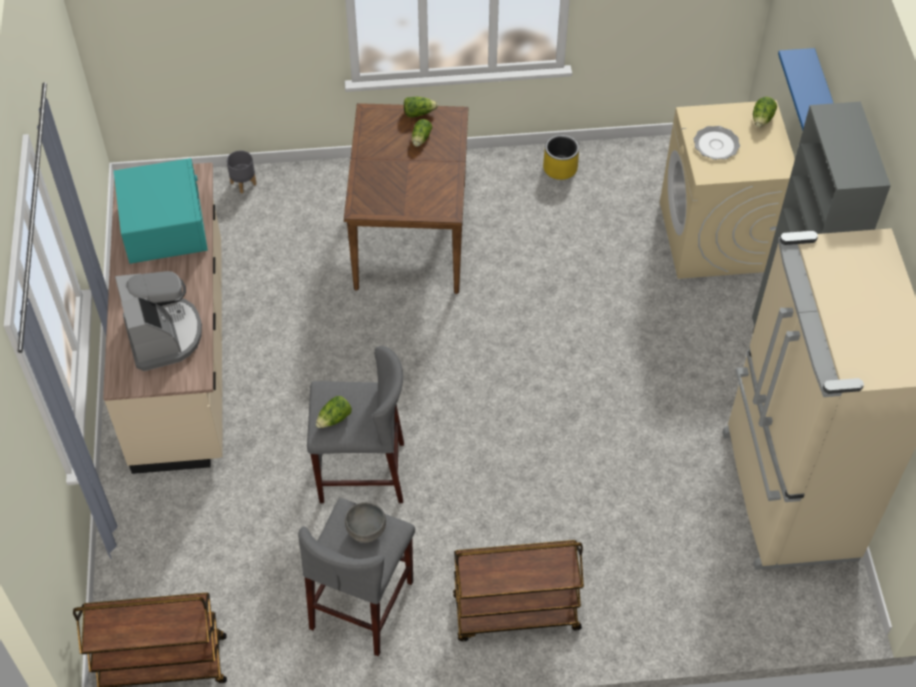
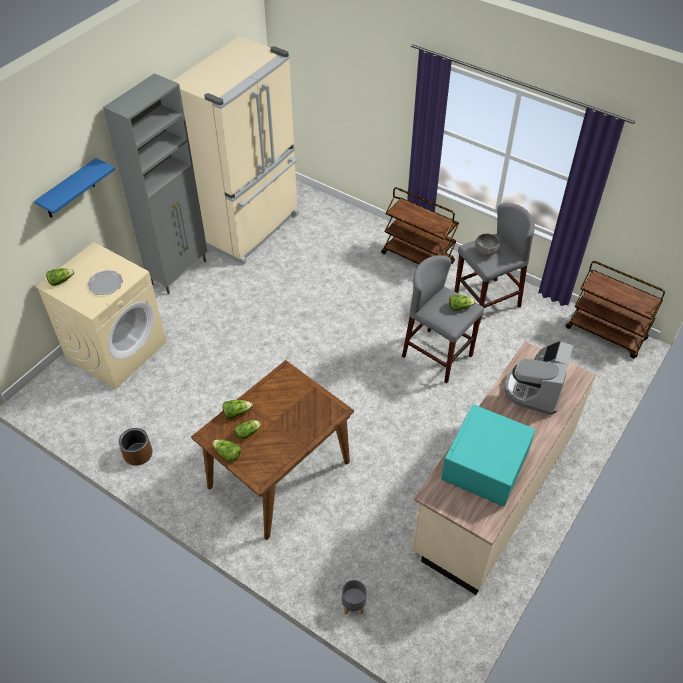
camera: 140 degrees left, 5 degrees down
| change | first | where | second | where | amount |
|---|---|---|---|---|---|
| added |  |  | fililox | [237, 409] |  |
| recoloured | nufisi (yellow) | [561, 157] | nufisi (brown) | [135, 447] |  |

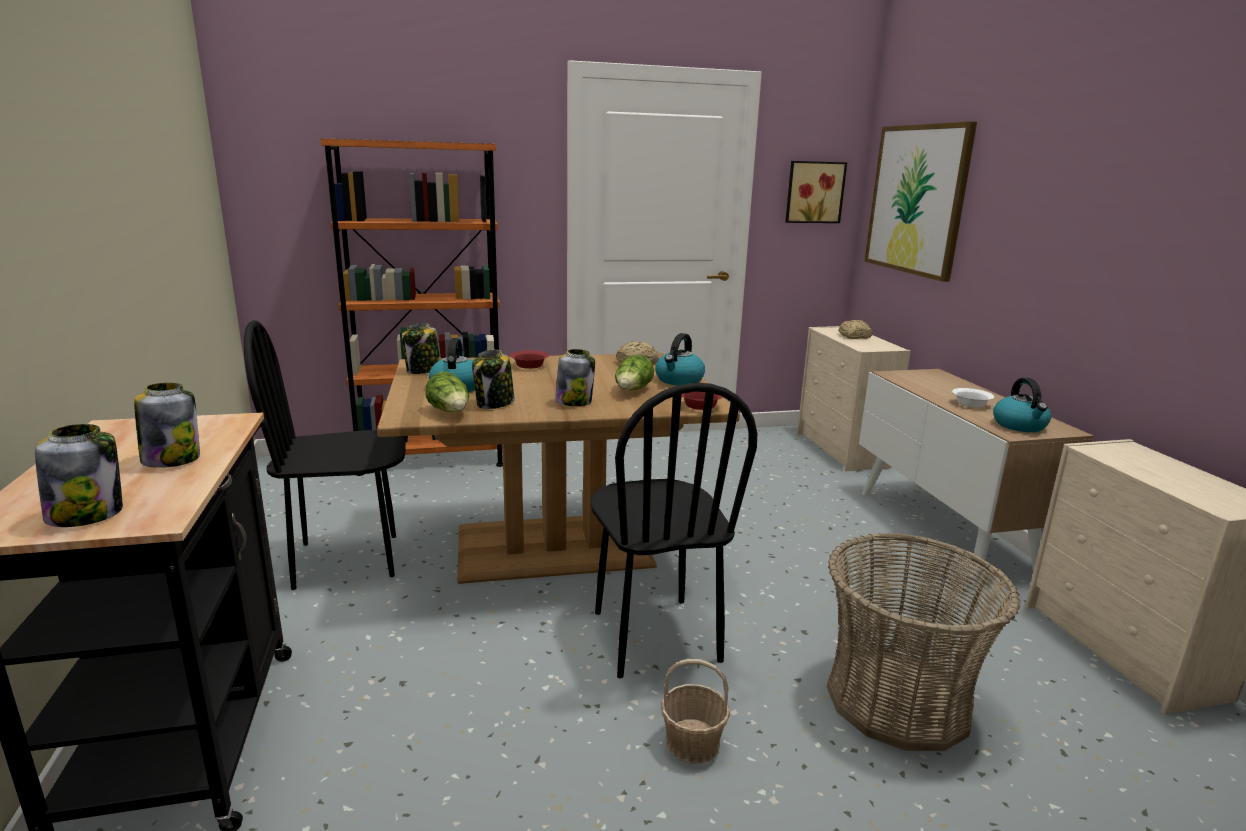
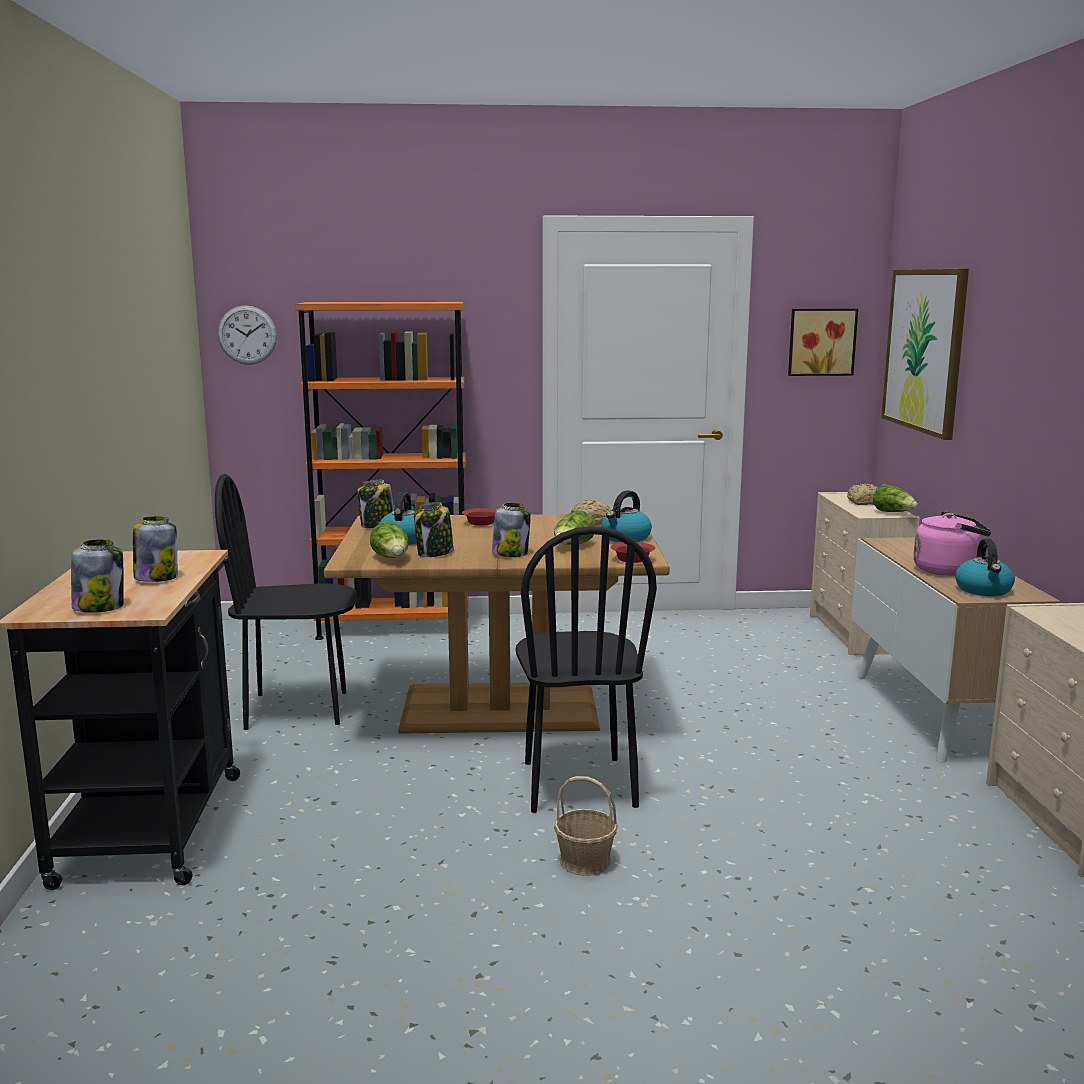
camera: 10 degrees right, 5 degrees down
| change | first | where | second | where | amount |
|---|---|---|---|---|---|
| removed | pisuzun | [923, 642] |  |  |  |
| added |  |  | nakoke | [247, 335] |  |
| added |  |  | fililox | [895, 498] |  |
| replaced | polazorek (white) | [973, 397] | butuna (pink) | [952, 543] |  |

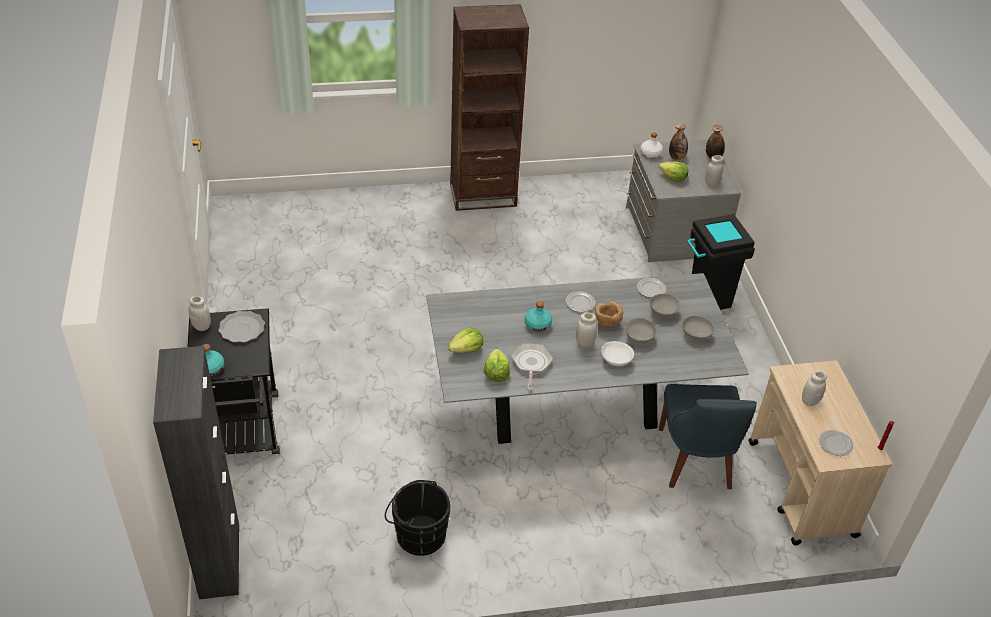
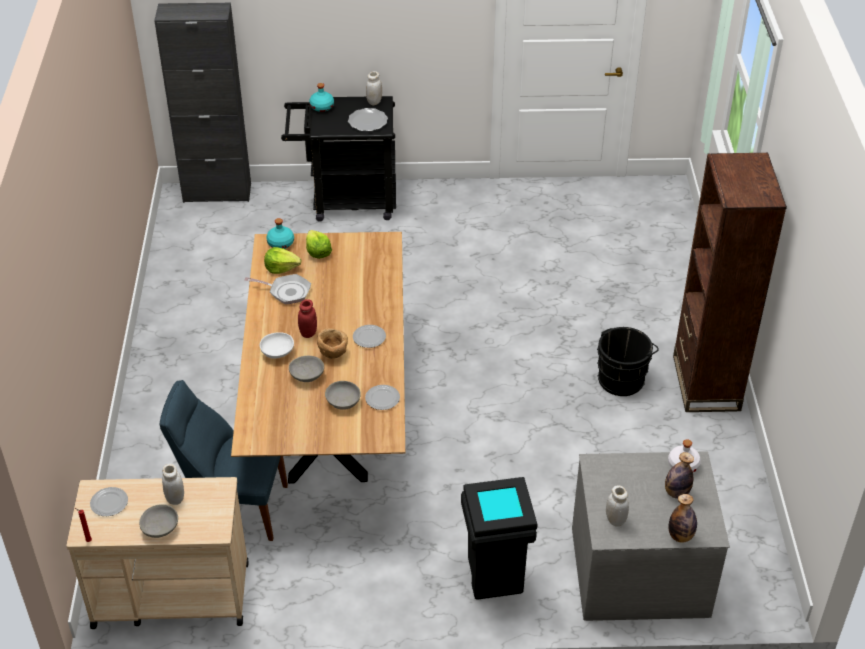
camera: 100 degrees right, 0 degrees up
| change | first | where | second | where | amount |
|---|---|---|---|---|---|
| removed | fililox | [673, 172] |  |  |  |
| moved | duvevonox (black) | [418, 518] |  | [628, 361] |  |
| moved | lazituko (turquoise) | [538, 316] |  | [280, 233] |  |
| moved | polazorek (grey) | [698, 328] |  | [158, 521] |  |
| recoloured | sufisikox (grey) | [587, 358] | sufisikox (brown) | [318, 358] |  |
| recoloured | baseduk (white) | [586, 329] | baseduk (red) | [307, 318] |  |

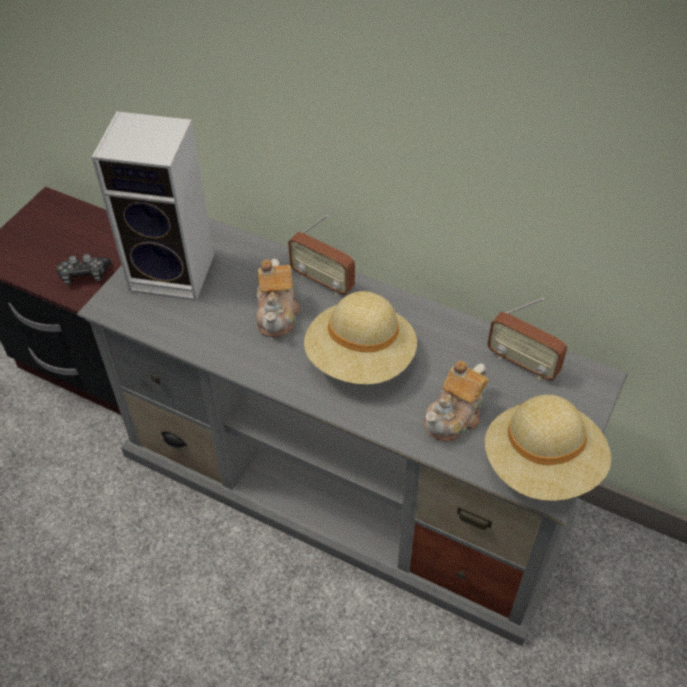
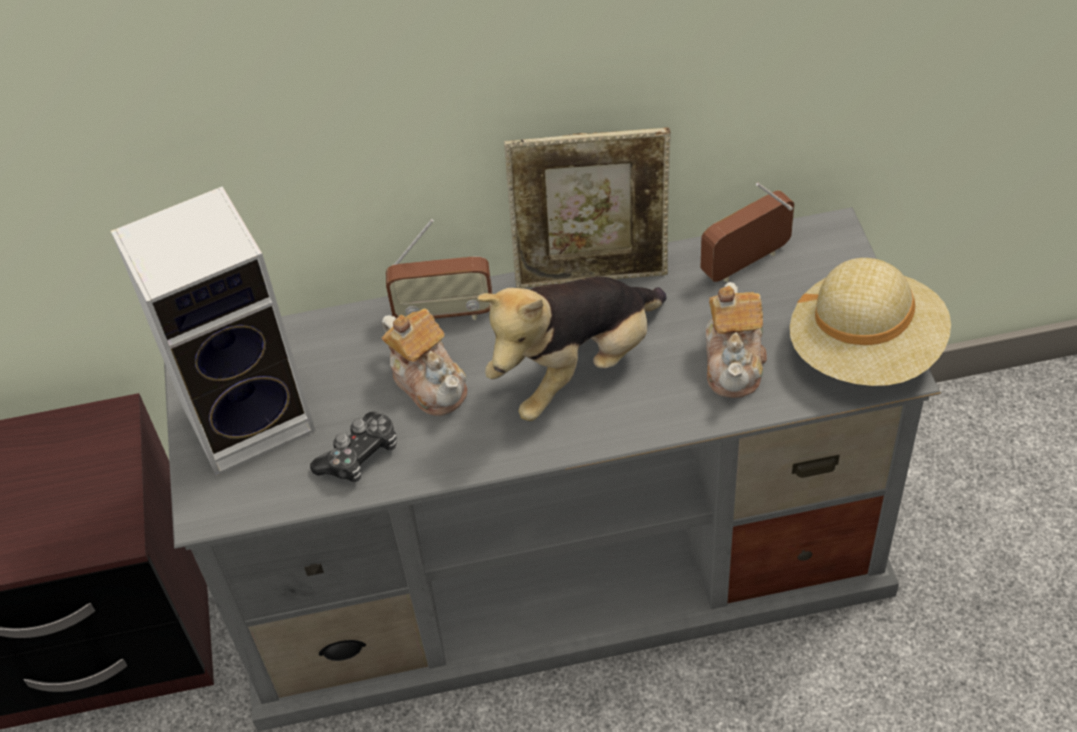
camera: 35 degrees left, 0 degrees up
| change | first | where | second | where | amount |
|---|---|---|---|---|---|
| added |  |  | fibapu | [587, 207] |  |
| moved | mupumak | [83, 269] |  | [353, 447] |  |
| replaced | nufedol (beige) | [360, 338] | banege | [571, 348] |  |
| turned | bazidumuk | [527, 339] |  | [747, 232] | 150 degrees clockwise |

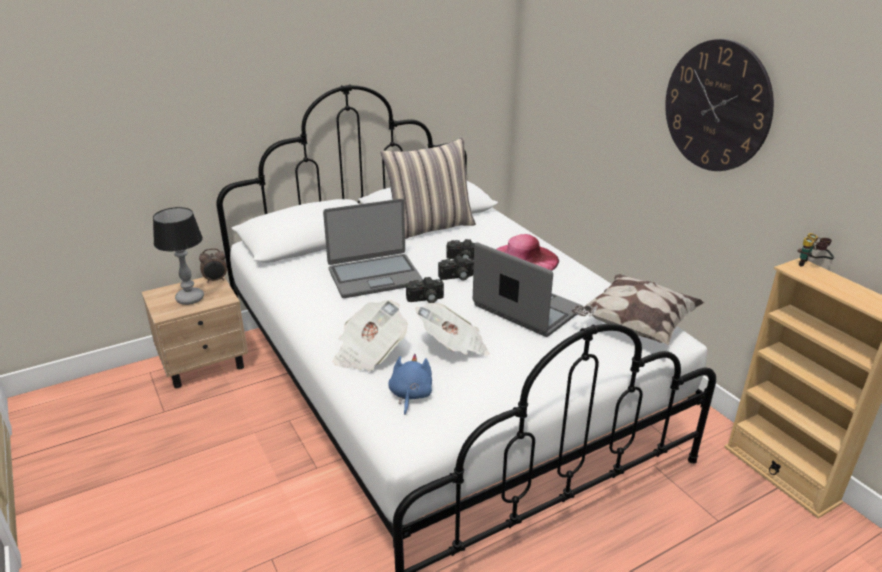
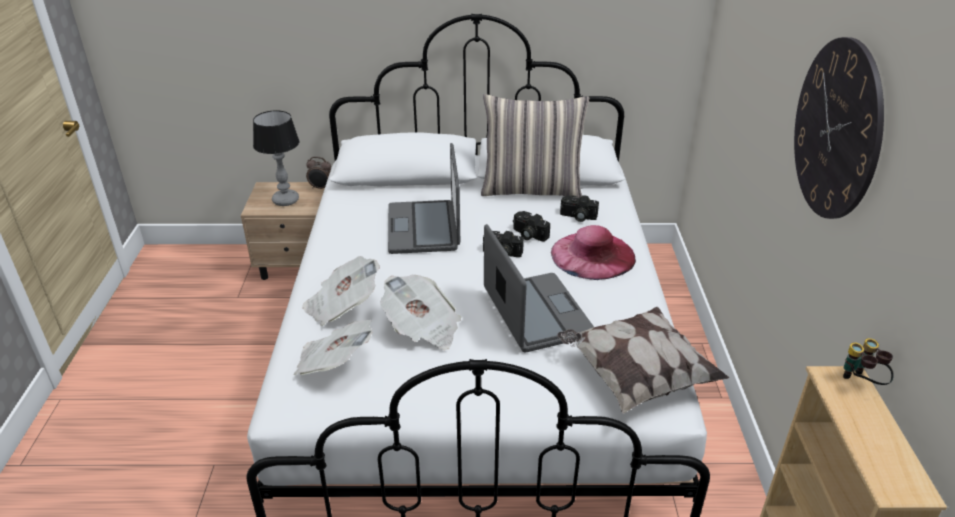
camera: 30 degrees right, 5 degrees up
| change | first | where | second | where | amount |
|---|---|---|---|---|---|
| moved | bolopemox | [425, 290] |  | [579, 208] |  |
| replaced | banege (blue) | [410, 384] | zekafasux | [333, 347] |  |
| turned | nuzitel | [373, 248] |  | [424, 198] | 75 degrees clockwise |

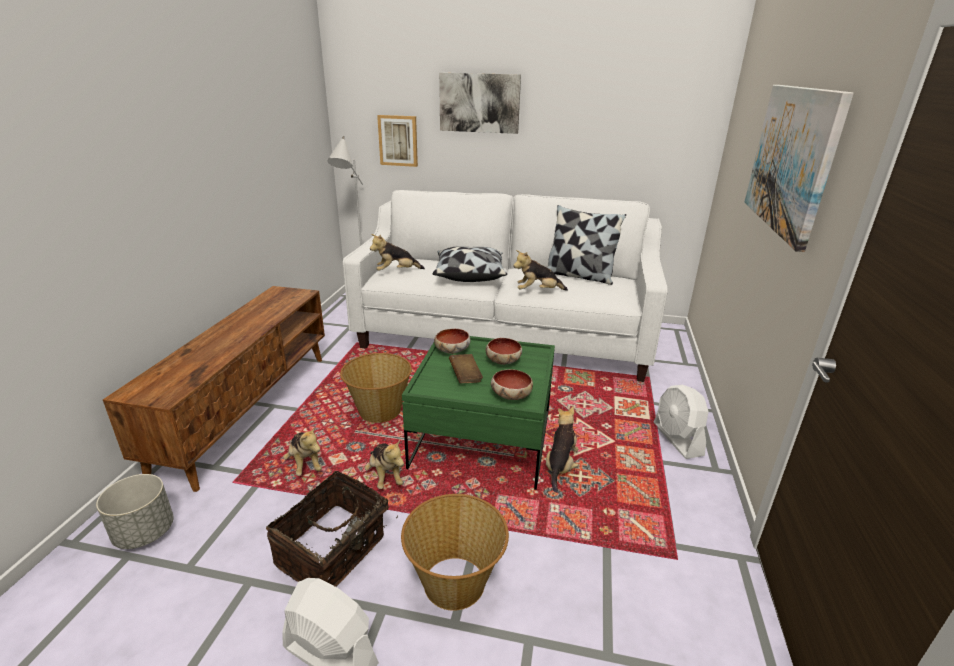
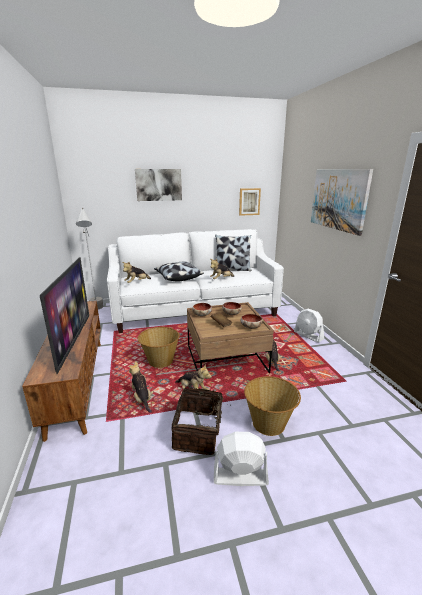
camera: 25 degrees left, 5 degrees down
| change | first | where | second | where | amount |
|---|---|---|---|---|---|
| removed | nufisi (grey) | [135, 511] |  |  |  |
| added |  |  | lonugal | [64, 315] |  |
| moved | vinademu | [397, 141] |  | [250, 202] |  |
| recoloured | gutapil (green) | [478, 413] | gutapil (brown) | [230, 337] |  |
| turned | banege | [302, 451] |  | [141, 387] | 150 degrees counterclockwise |

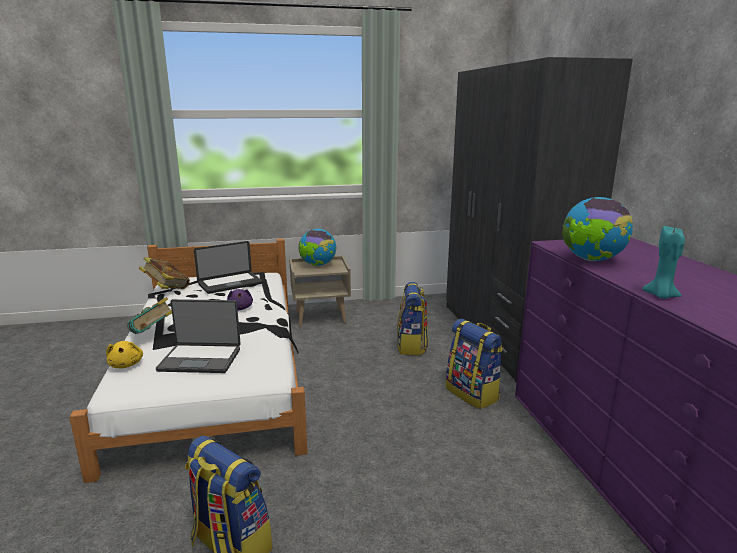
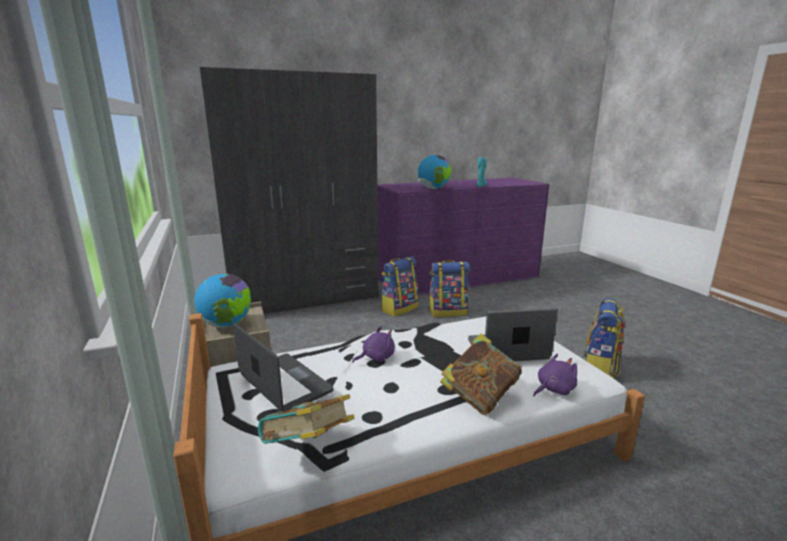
camera: 100 degrees left, 0 degrees up
| change | first | where | second | where | amount |
|---|---|---|---|---|---|
| moved | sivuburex | [412, 318] |  | [449, 288] |  |
| recoloured | banege (yellow) | [124, 355] | banege (purple) | [555, 374] |  |
| turned | nuzitel | [198, 336] |  | [513, 335] | 90 degrees counterclockwise |

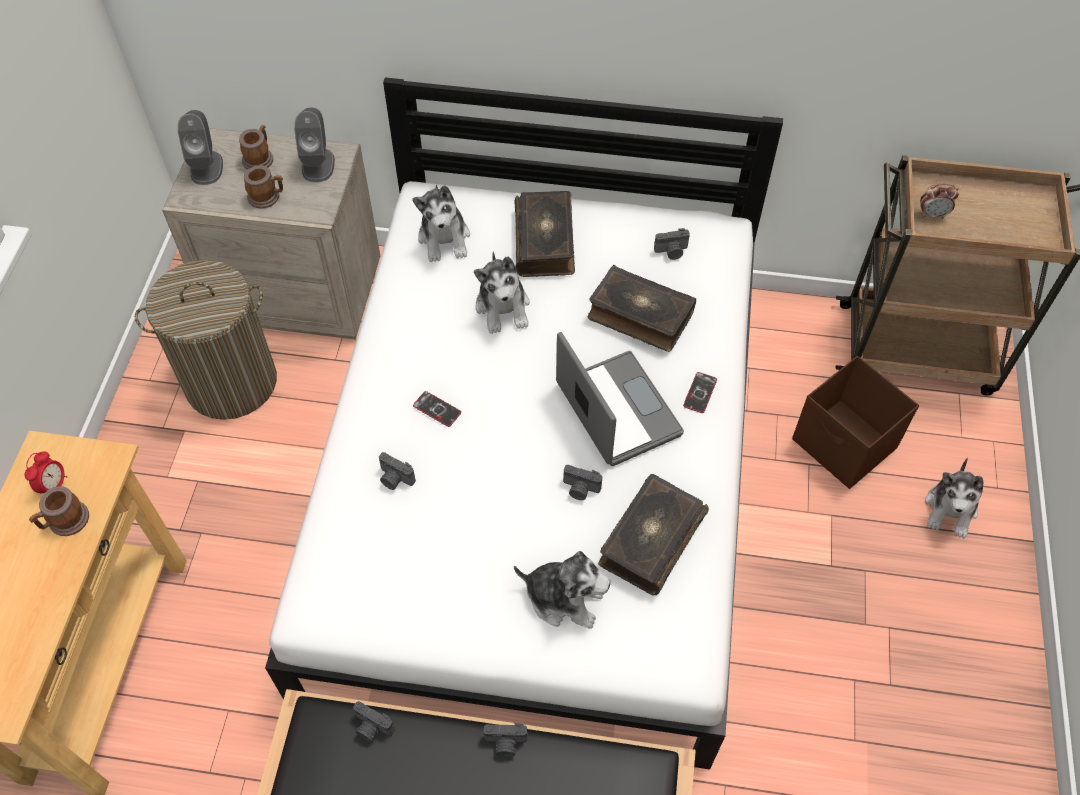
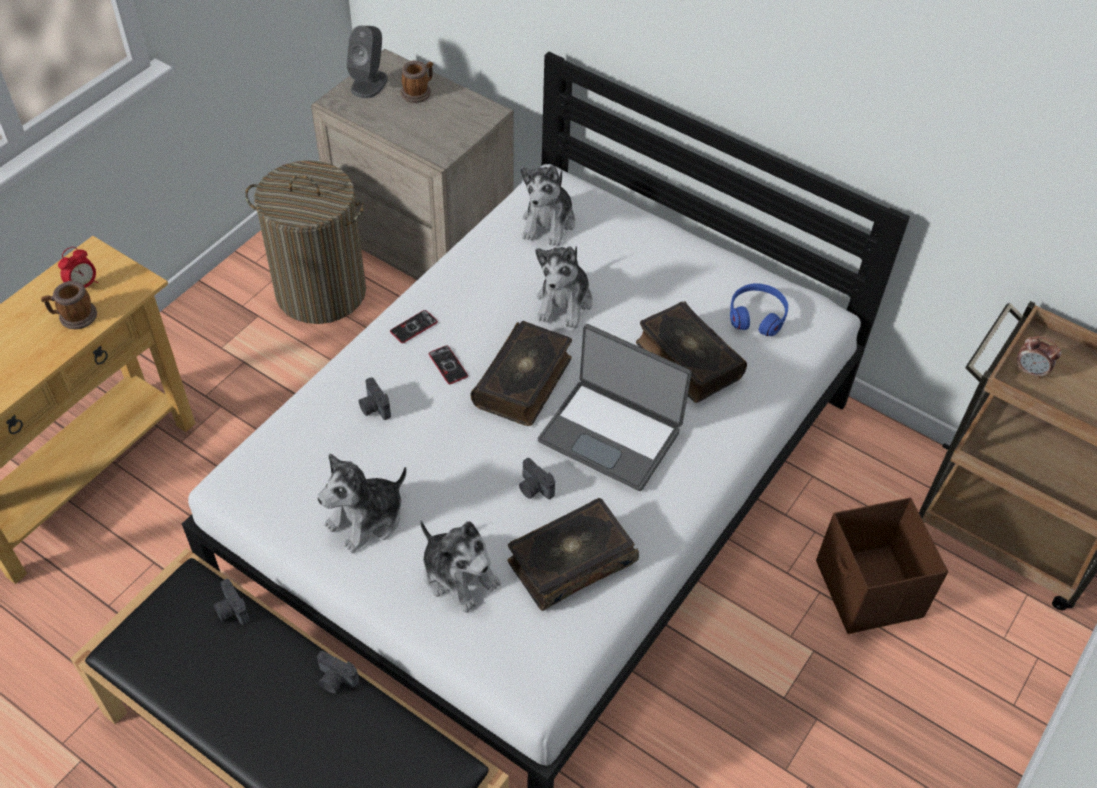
camera: 25 degrees right, 5 degrees down
| change | first | where | second | where | amount |
|---|---|---|---|---|---|
| removed | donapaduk | [263, 187] |  |  |  |
| removed | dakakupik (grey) | [314, 145] |  |  |  |
| moved | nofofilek | [545, 234] |  | [521, 373] |  |
| moved | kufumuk | [700, 392] |  | [414, 326] |  |
| moved | banege | [954, 498] |  | [362, 503] |  |
| replaced | bolopemox | [672, 244] | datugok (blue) | [759, 309] |  |
| turned | nuzitel | [620, 399] |  | [615, 407] | 120 degrees clockwise |

